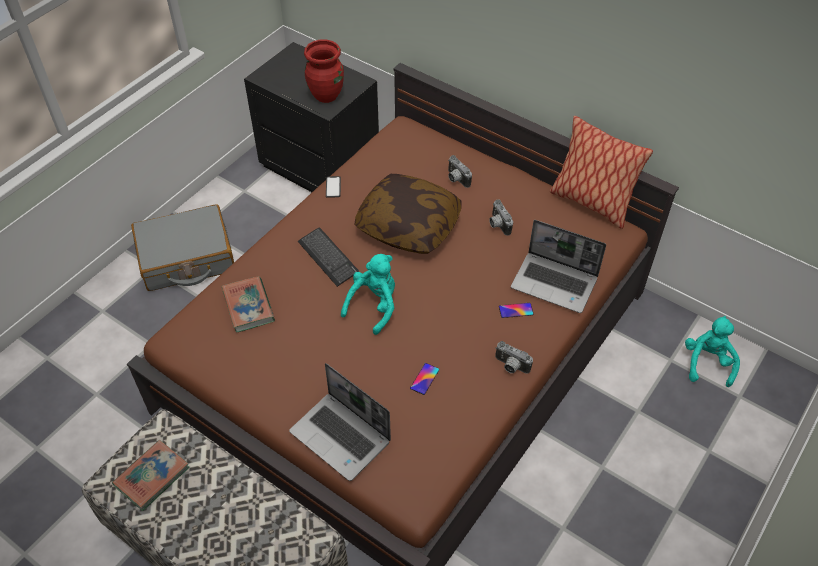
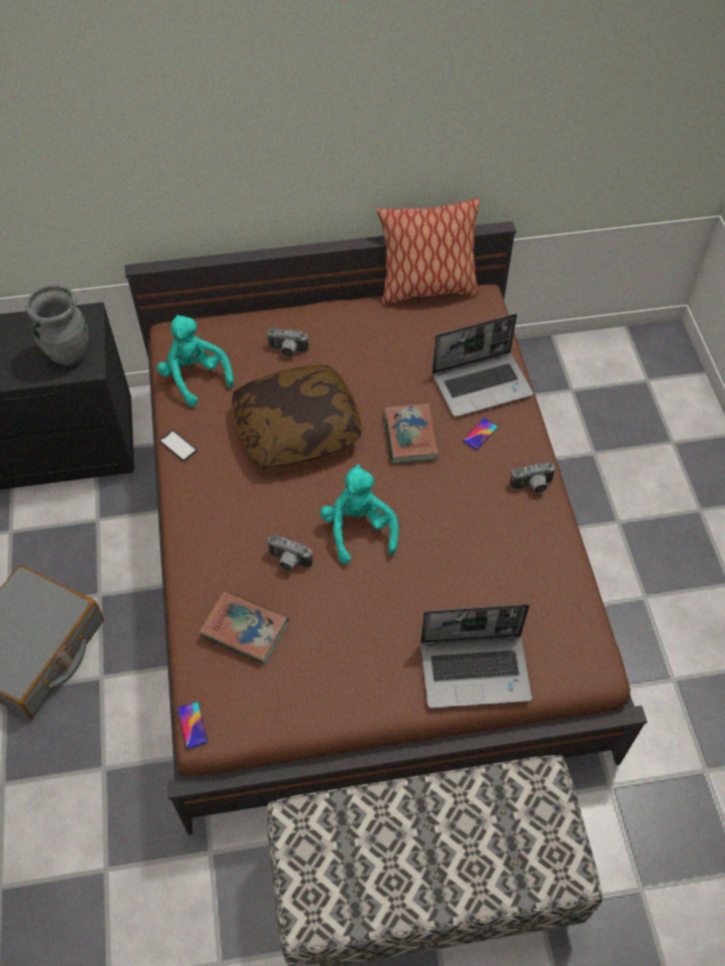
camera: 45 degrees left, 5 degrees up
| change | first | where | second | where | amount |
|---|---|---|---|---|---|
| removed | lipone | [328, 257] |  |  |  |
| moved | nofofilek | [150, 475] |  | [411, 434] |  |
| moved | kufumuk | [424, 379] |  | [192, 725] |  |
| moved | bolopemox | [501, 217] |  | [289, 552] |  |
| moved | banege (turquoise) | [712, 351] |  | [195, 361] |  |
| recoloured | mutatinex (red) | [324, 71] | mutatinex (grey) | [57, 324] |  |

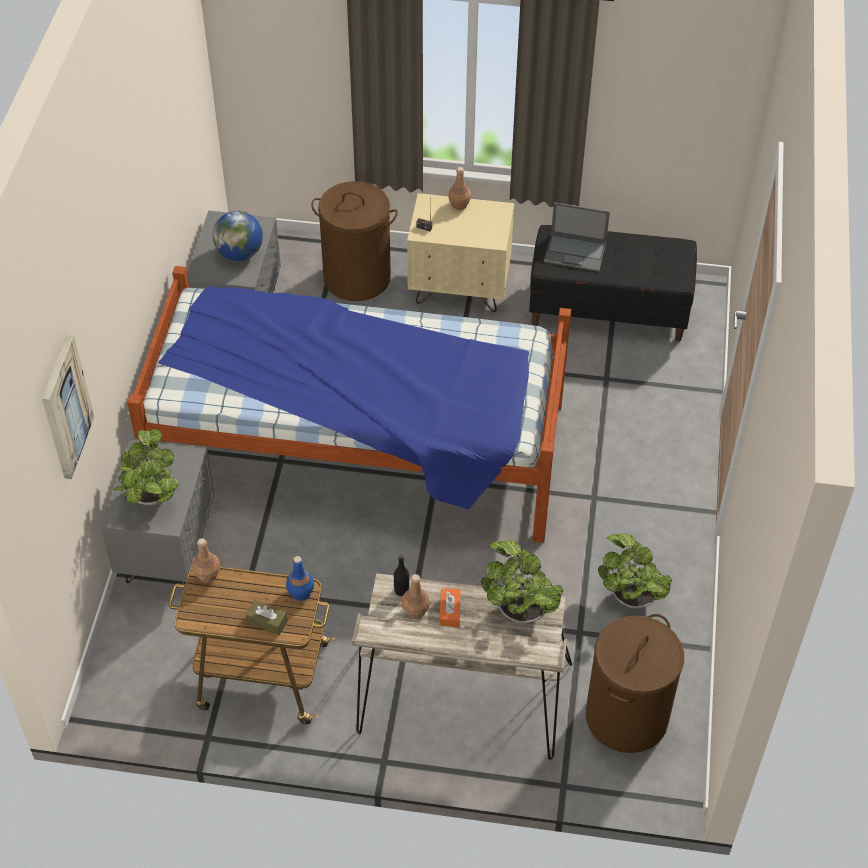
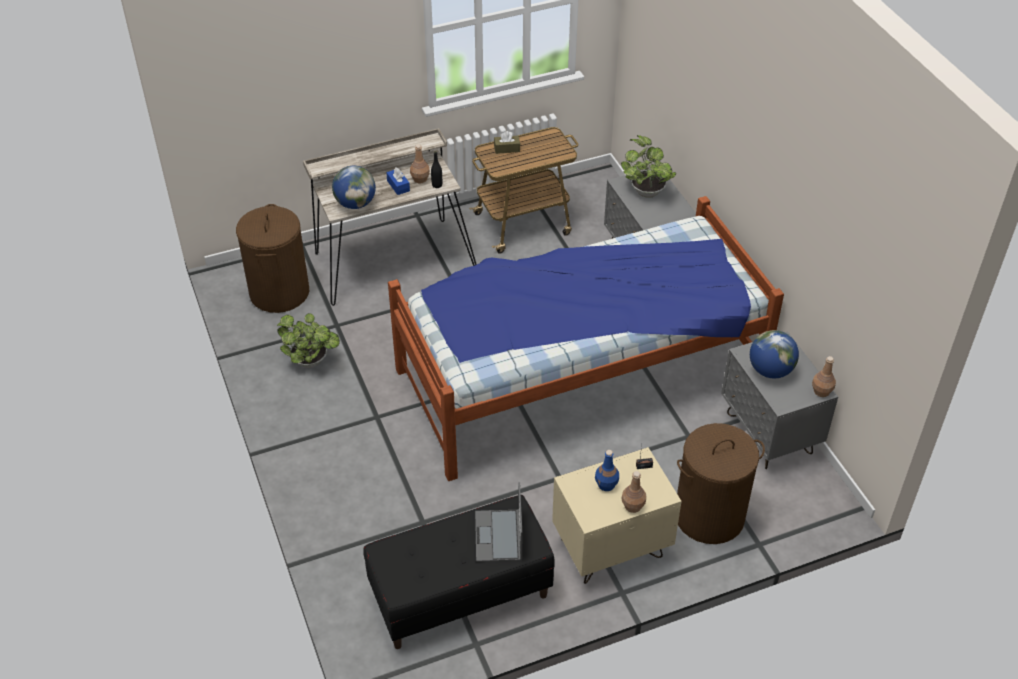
camera: 150 degrees right, 5 degrees down
| change | first | where | second | where | amount |
|---|---|---|---|---|---|
| removed | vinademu | [68, 407] |  |  |  |
| moved | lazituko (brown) | [206, 560] |  | [824, 376] |  |
| moved | lazituko (blue) | [300, 578] |  | [607, 470] |  |
| replaced | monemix | [522, 581] | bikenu | [354, 187] |  |
| recoloured | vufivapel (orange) | [450, 608] | vufivapel (blue) | [398, 181] |  |
| turned | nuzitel | [577, 237] |  | [499, 522] | 75 degrees counterclockwise |

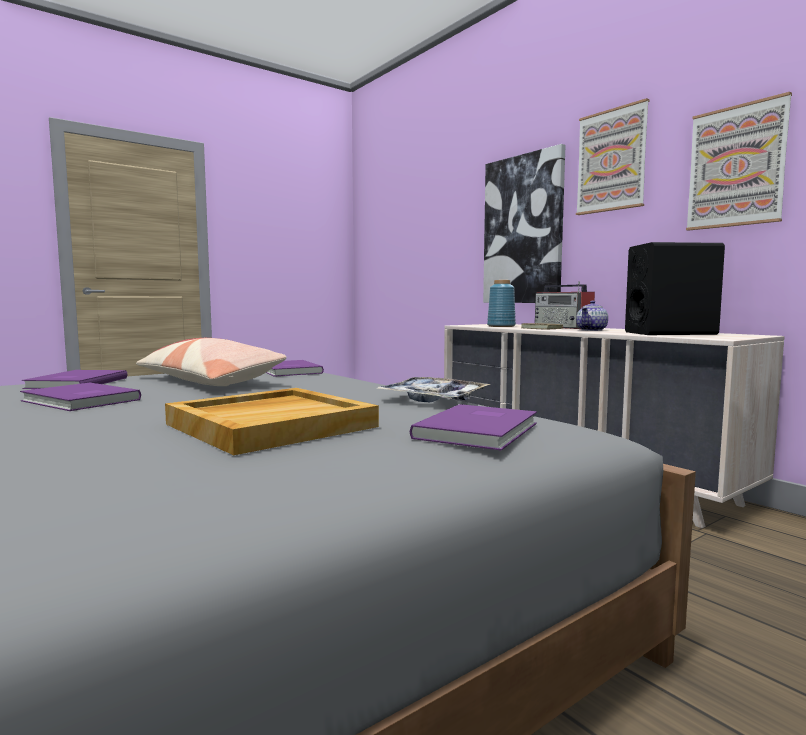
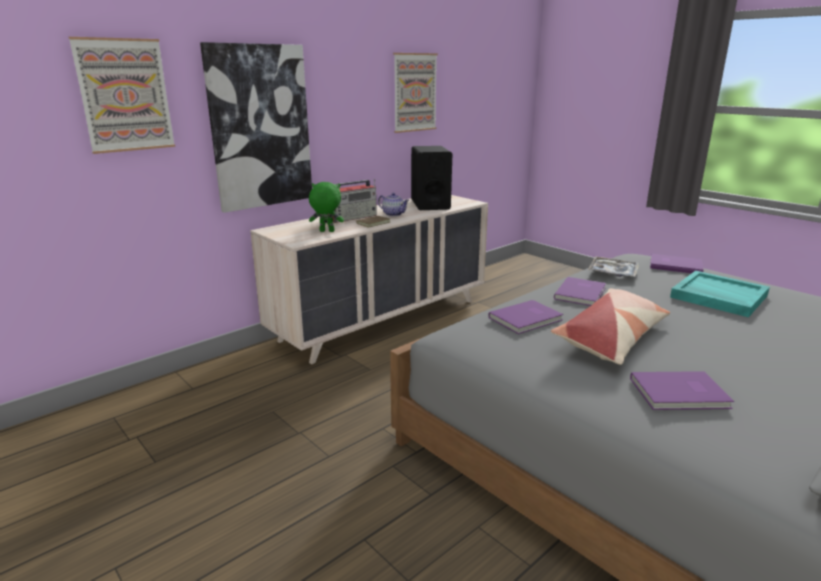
camera: 95 degrees left, 15 degrees up
| change | first | where | second | where | amount |
|---|---|---|---|---|---|
| moved | nofofilek (purple) | [80, 397] |  | [580, 291] |  |
| moved | vinademu | [613, 156] |  | [122, 95] |  |
| replaced | mutatinex (blue) | [501, 303] | banege (green) | [326, 207] |  |
| recoloured | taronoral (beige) | [272, 421] | taronoral (turquoise) | [720, 294] |  |

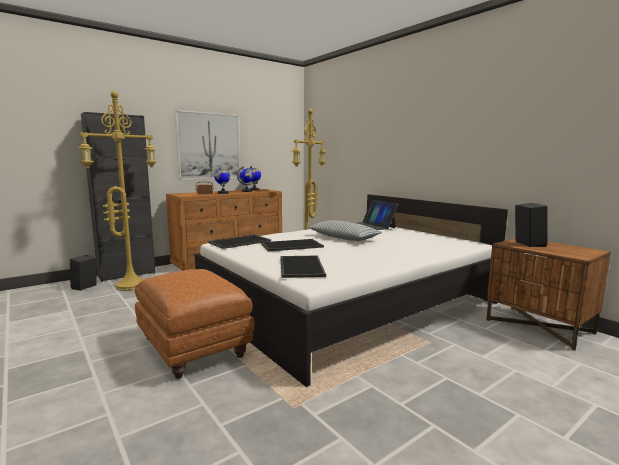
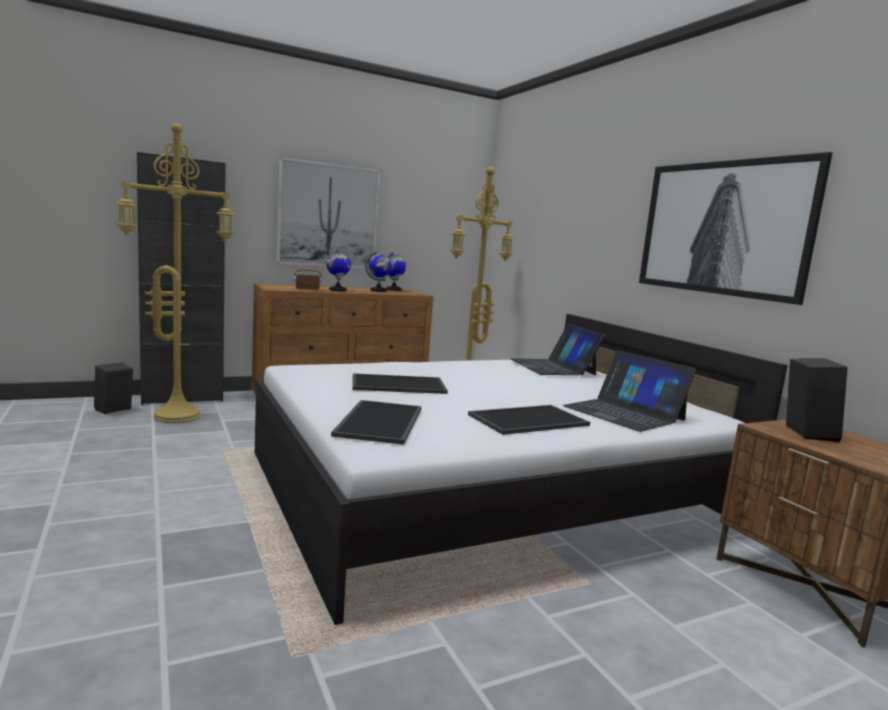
camera: 10 degrees right, 0 degrees up
| change | first | where | second | where | amount |
|---|---|---|---|---|---|
| removed | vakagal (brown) | [195, 324] |  |  |  |
| removed | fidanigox | [345, 230] |  |  |  |
| added |  |  | nuzitel | [629, 391] |  |
| added |  |  | vinademu | [736, 228] |  |
| moved | taronoral | [239, 242] |  | [529, 420] |  |

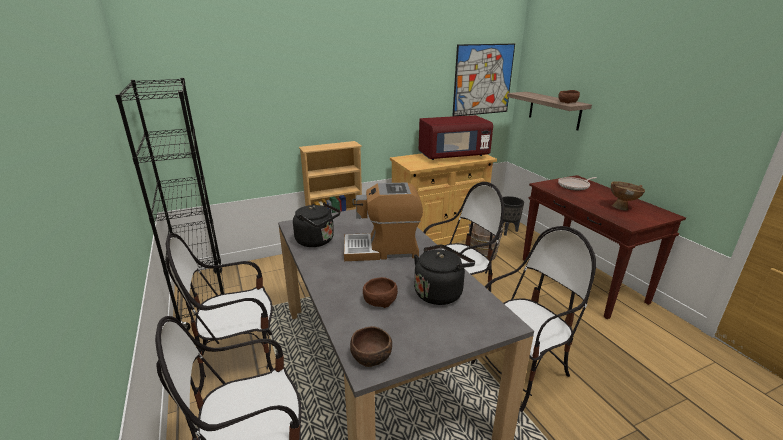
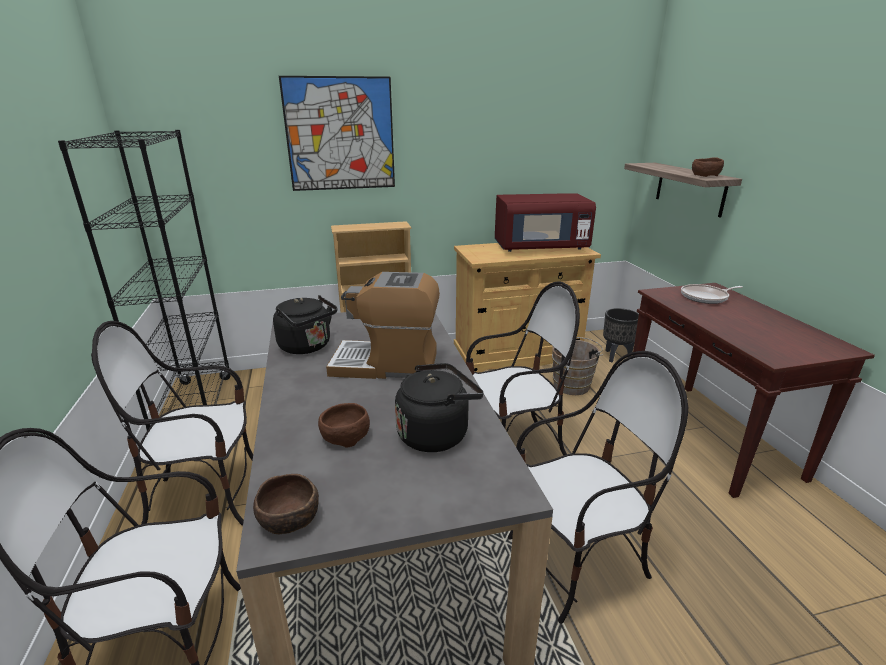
camera: 10 degrees right, 0 degrees up
| change | first | where | second | where | amount |
|---|---|---|---|---|---|
| removed | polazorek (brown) | [628, 195] |  |  |  |
| moved | vinademu | [483, 80] |  | [337, 133] |  |

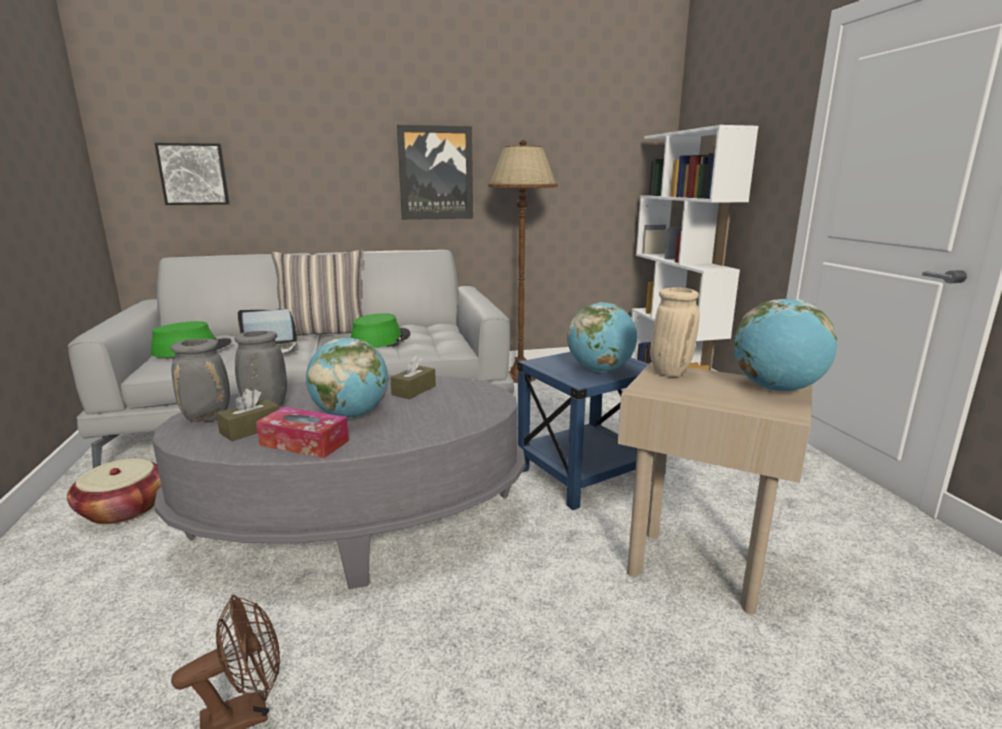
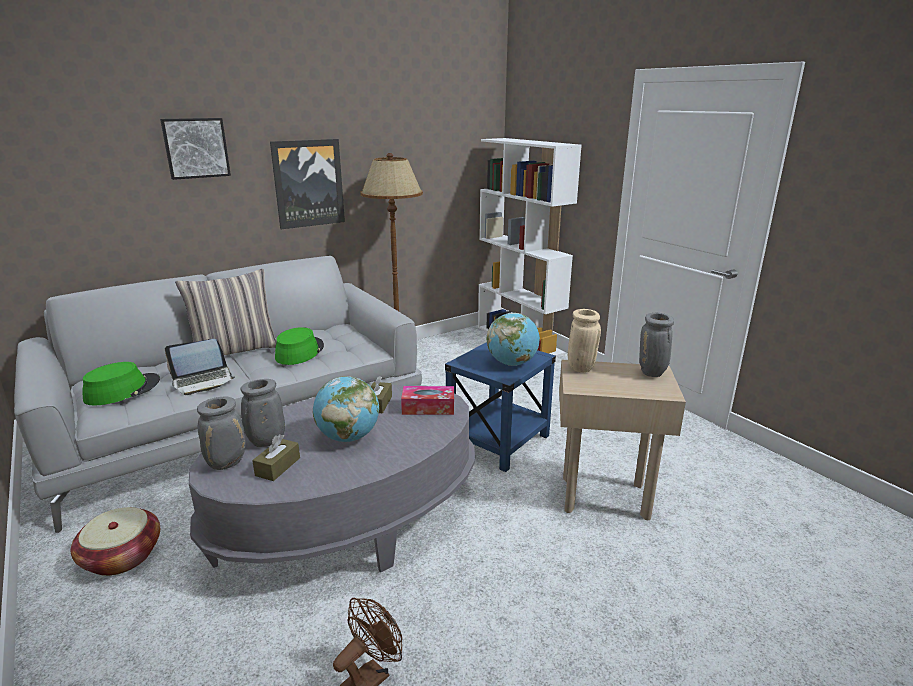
camera: 20 degrees left, 5 degrees up
| change | first | where | second | where | amount |
|---|---|---|---|---|---|
| moved | vinademu | [192, 174] |  | [195, 149] |  |
| moved | vufivapel | [302, 432] |  | [427, 400] |  |
| replaced | bikenu | [785, 345] | mutatinex (grey) | [656, 345] |  |

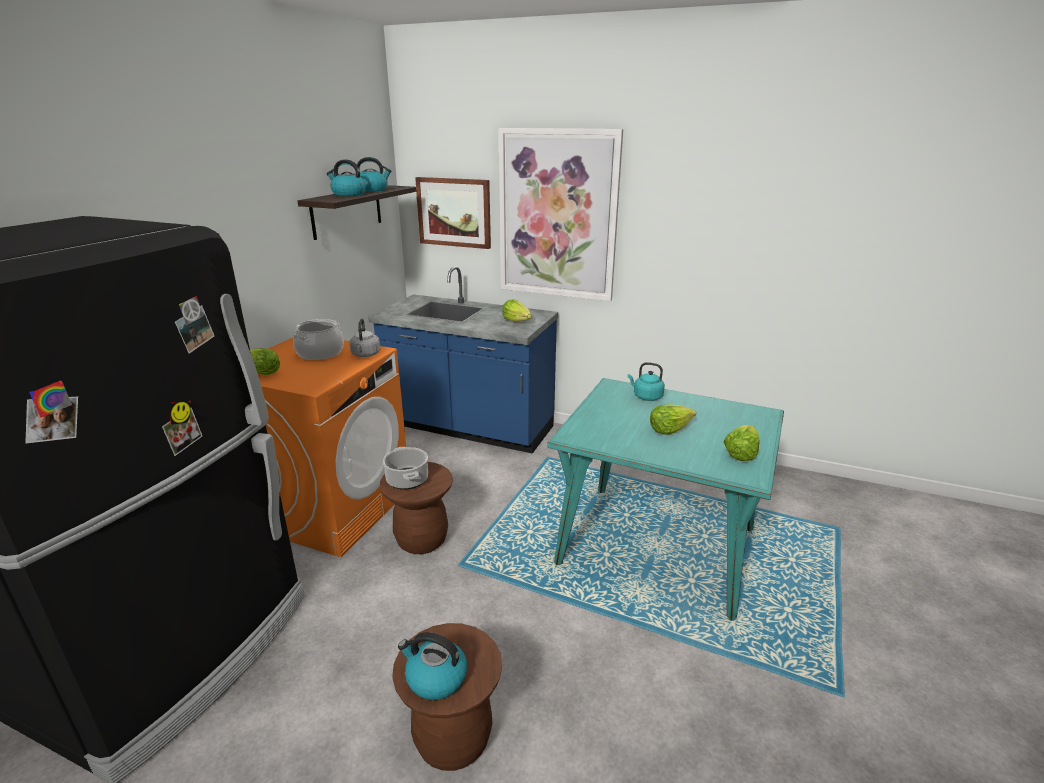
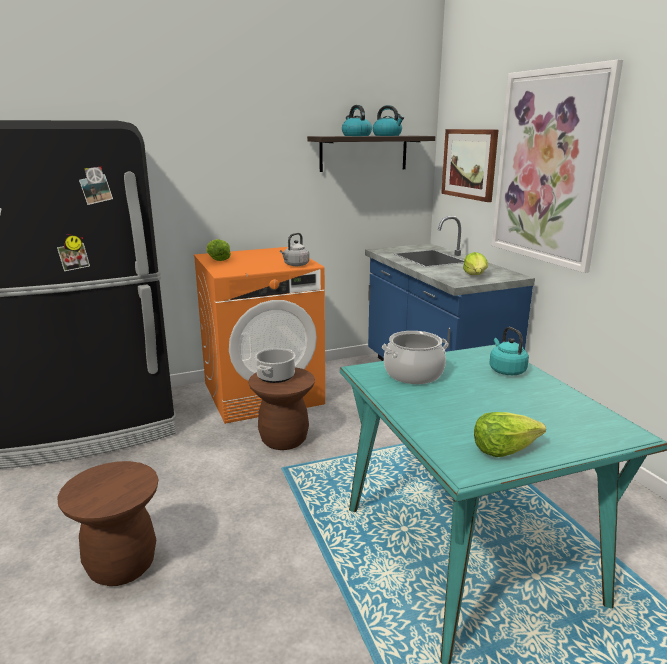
camera: 45 degrees right, 5 degrees down
| change | first | where | second | where | amount |
|---|---|---|---|---|---|
| removed | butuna | [432, 666] |  |  |  |
| removed | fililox | [673, 419] |  |  |  |
| moved | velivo | [318, 339] |  | [415, 357] |  |

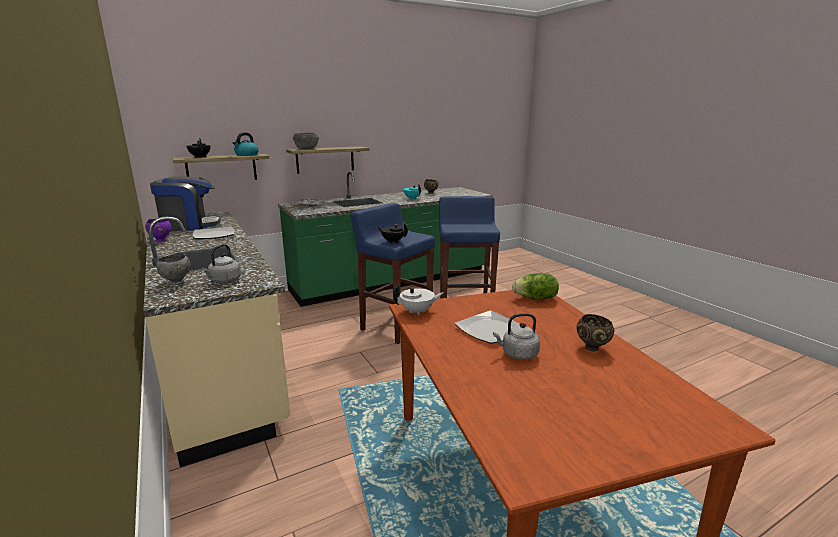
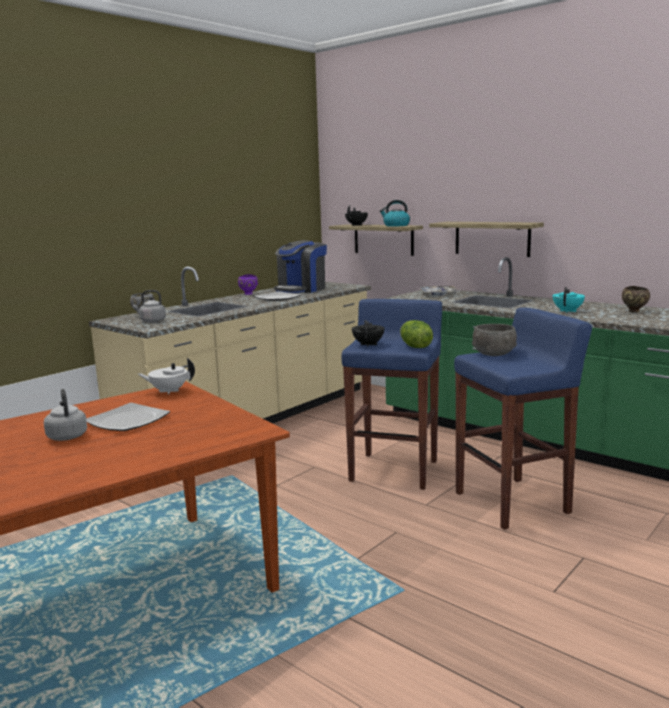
camera: 70 degrees right, 5 degrees down
| change | first | where | second | where | amount |
|---|---|---|---|---|---|
| removed | polazorek (brown) | [595, 333] |  |  |  |
| moved | polazorek (grey) | [305, 141] |  | [494, 340] |  |
| moved | fililox | [535, 286] |  | [416, 334] |  |
| turned | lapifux | [185, 203] |  | [300, 266] | 75 degrees clockwise |
| turned | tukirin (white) | [418, 300] |  | [166, 376] | 120 degrees clockwise |

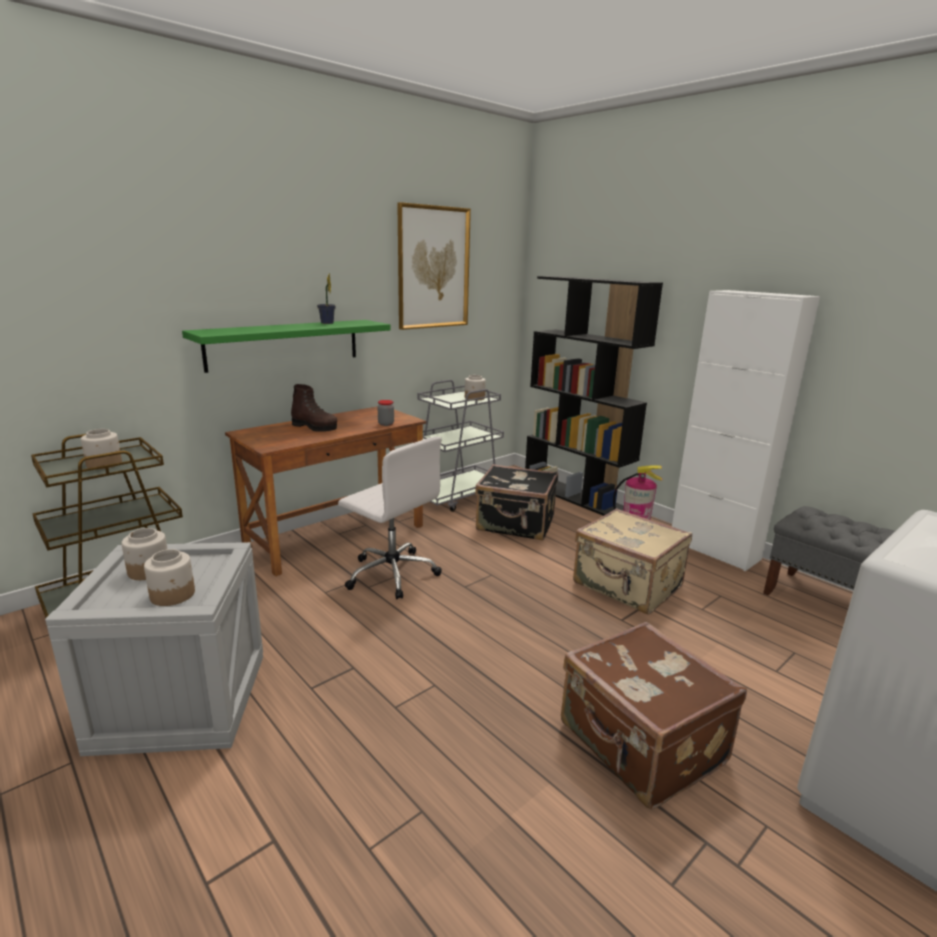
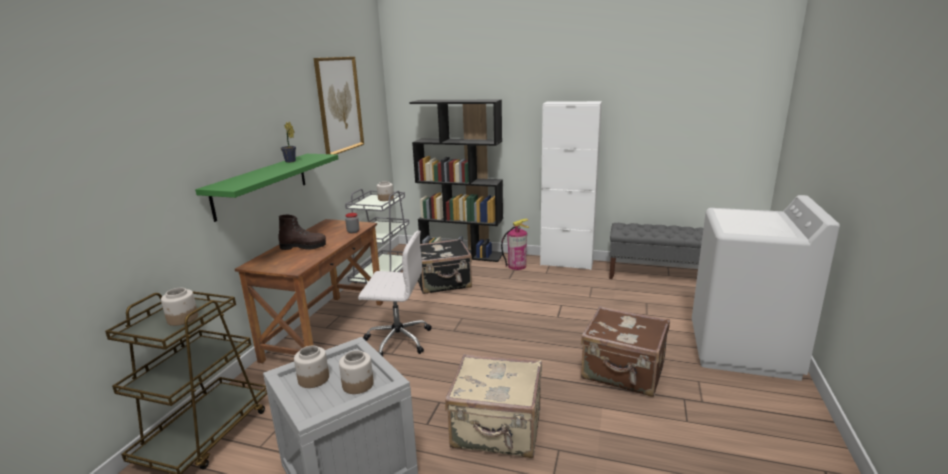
camera: 30 degrees left, 0 degrees up
| change | first | where | second | where | amount |
|---|---|---|---|---|---|
| moved | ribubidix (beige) | [632, 561] |  | [493, 406] |  |

